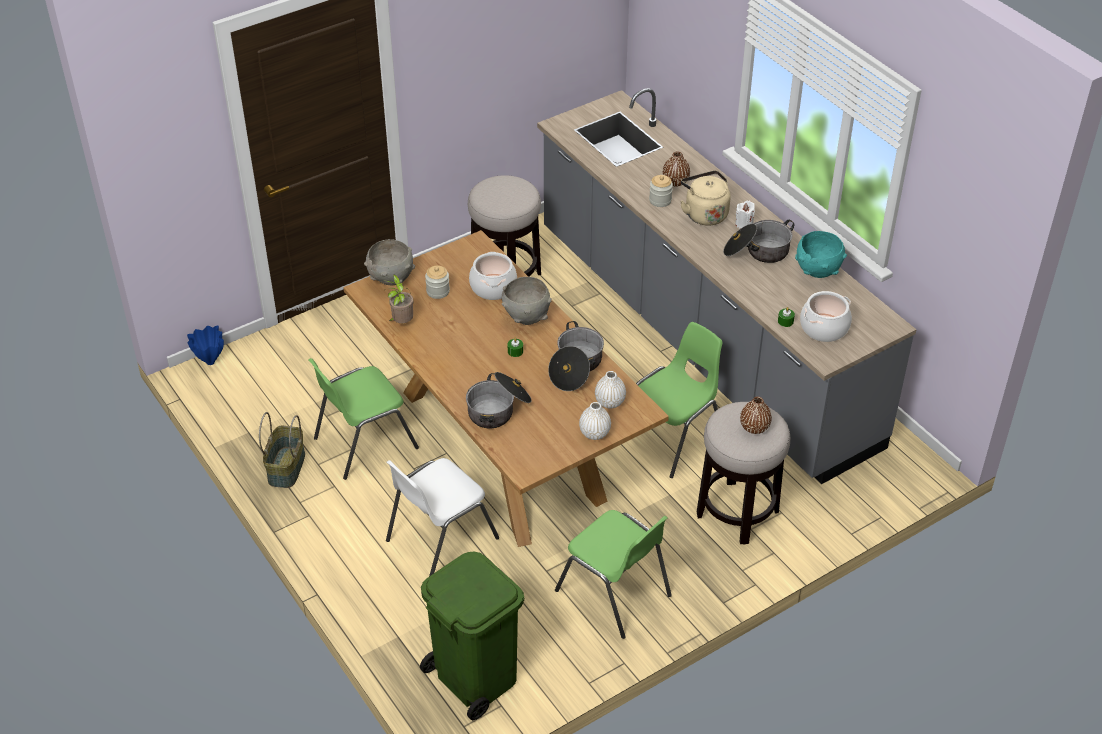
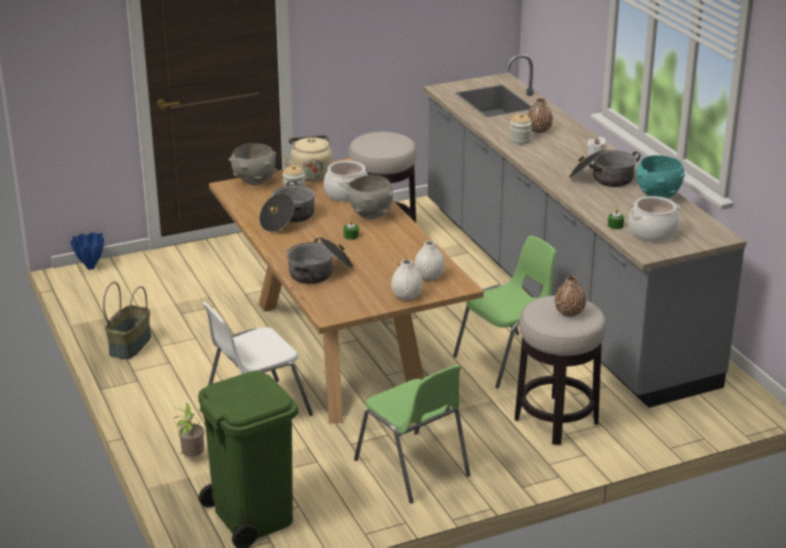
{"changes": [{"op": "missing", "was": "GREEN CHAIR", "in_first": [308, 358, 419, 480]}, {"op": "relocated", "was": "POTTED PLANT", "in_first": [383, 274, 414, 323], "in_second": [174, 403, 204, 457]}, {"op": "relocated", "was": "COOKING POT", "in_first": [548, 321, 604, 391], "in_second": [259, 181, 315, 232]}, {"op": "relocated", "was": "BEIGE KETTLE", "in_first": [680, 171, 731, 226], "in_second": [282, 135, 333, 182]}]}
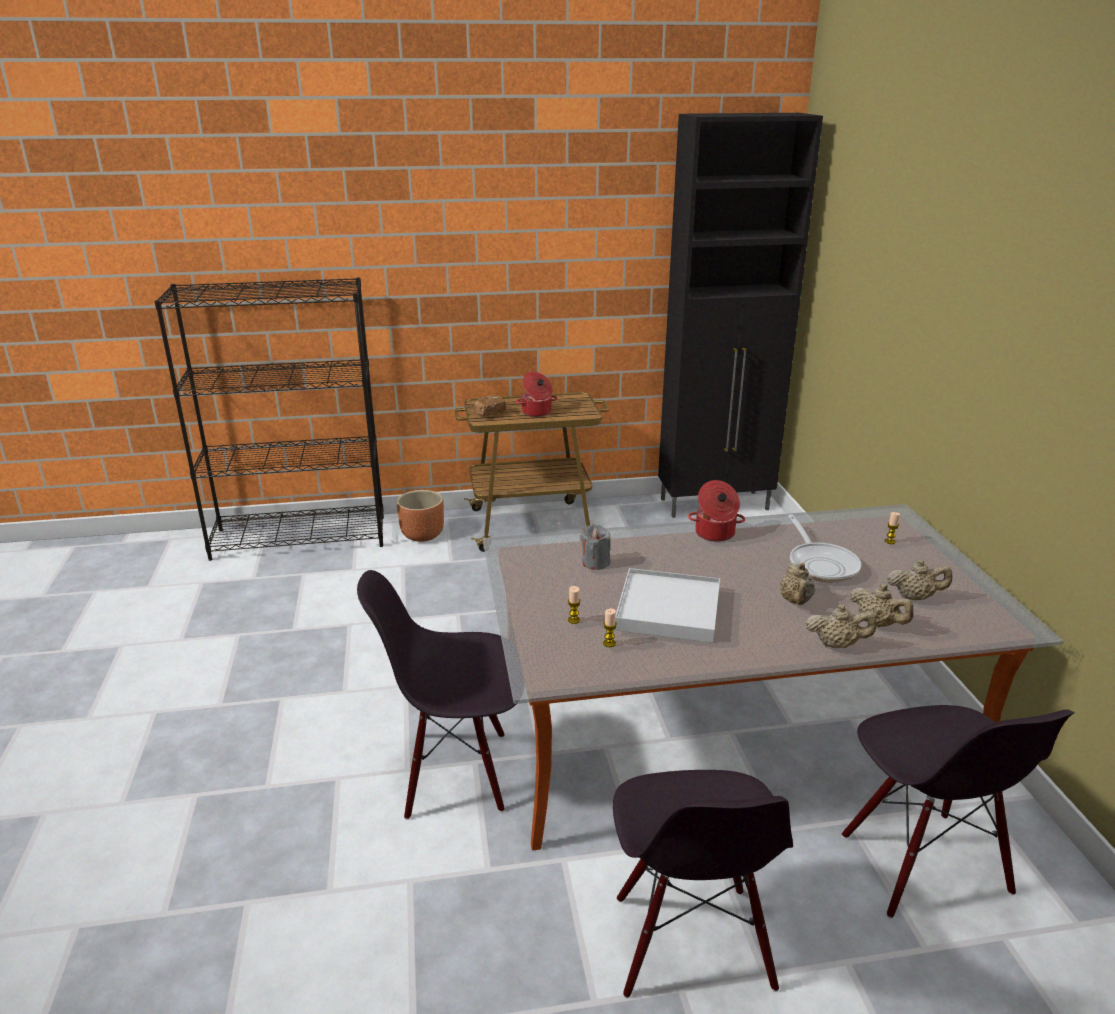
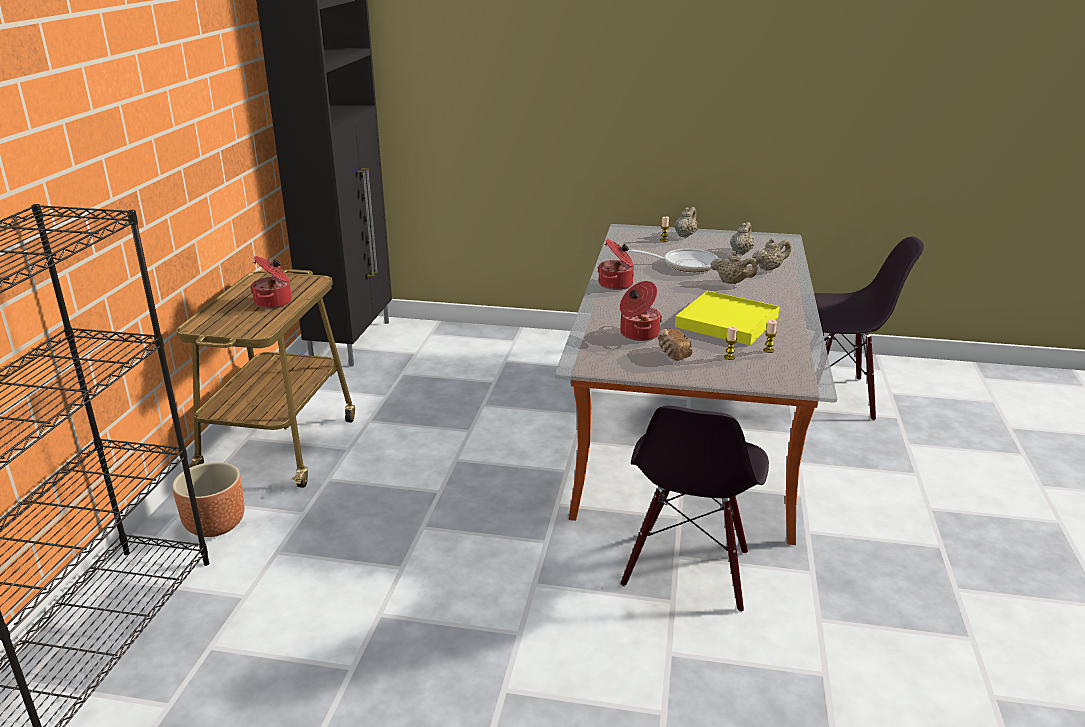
{"changes": [{"op": "missing", "was": "BLACK CHAIR", "in_first": [613, 770, 793, 998]}, {"op": "relocated", "was": "BREAD", "in_first": [474, 396, 506, 416], "in_second": [658, 329, 693, 361]}, {"op": "relocated", "was": "BEIGE TEAPOT", "in_first": [806, 604, 877, 648], "in_second": [675, 207, 698, 238]}, {"op": "exchanged", "was": "GREY CANDLE", "now": "COOKING POT", "in_first": [581, 524, 611, 570], "in_second": [620, 281, 662, 341]}, {"op": "colour", "was": "WHITE TRAY", "now": "YELLOW TRAY", "in_first": [614, 568, 720, 643], "in_second": [675, 290, 780, 345]}]}
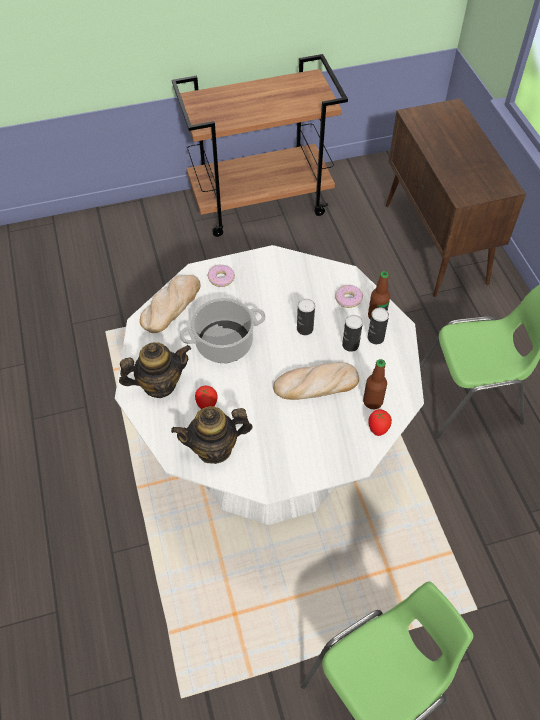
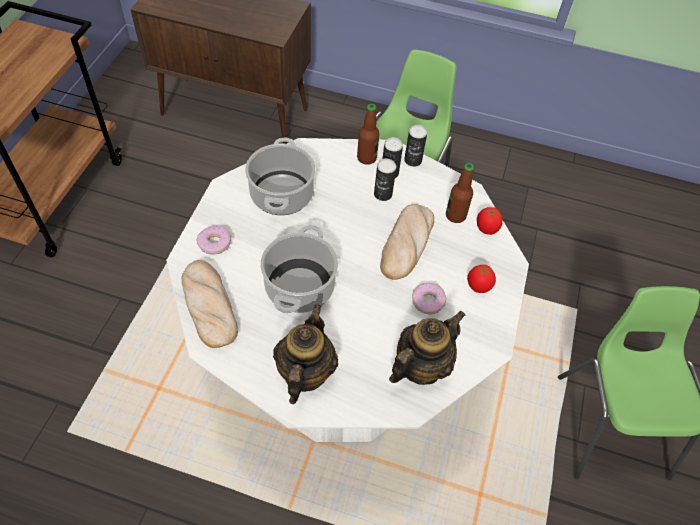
{"changes": [{"op": "appeared", "now": "COOKING POT", "in_second": [245, 138, 315, 215]}, {"op": "relocated", "was": "TOMATO", "in_first": [195, 386, 218, 409], "in_second": [467, 265, 496, 293]}, {"op": "relocated", "was": "CAN", "in_first": [297, 299, 315, 335], "in_second": [404, 125, 427, 167]}, {"op": "relocated", "was": "DONUT", "in_first": [335, 285, 363, 308], "in_second": [412, 283, 446, 314]}, {"op": "spun", "was": "TEAPOT", "in_first": [171, 406, 253, 464], "in_second": [389, 311, 465, 385], "clockwise": -150}]}
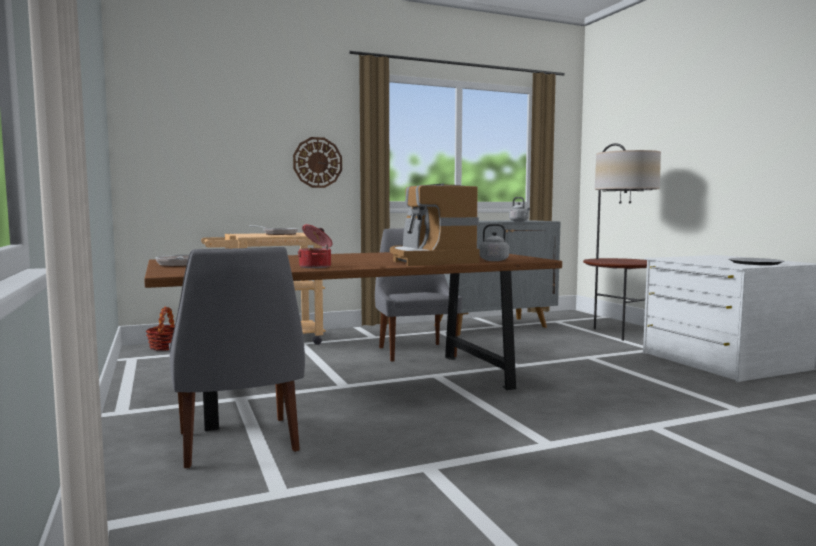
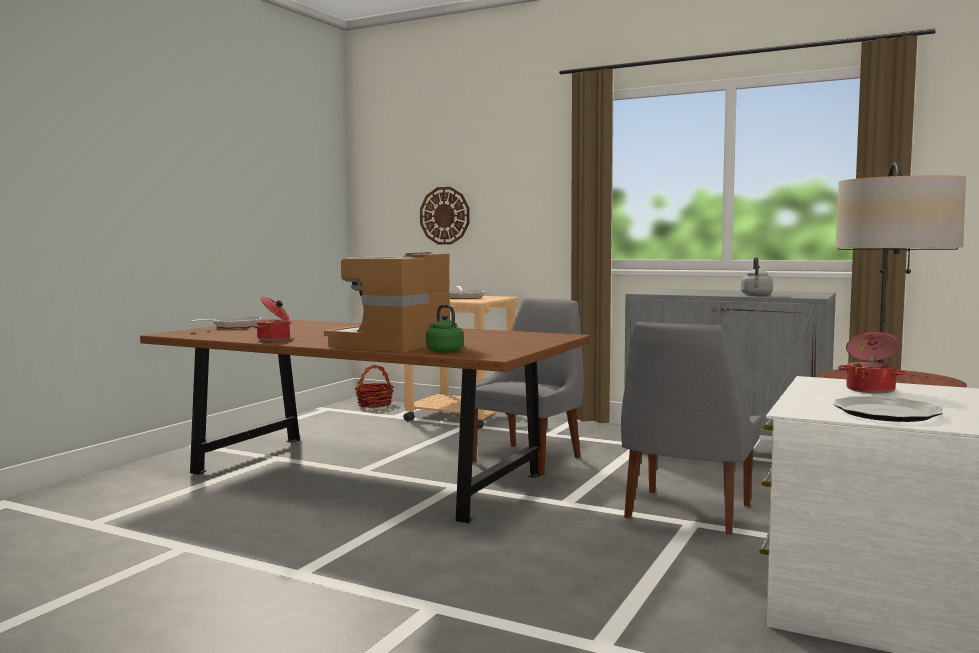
{"changes": [{"op": "appeared", "now": "COOKING POT", "in_second": [838, 332, 907, 394]}, {"op": "relocated", "was": "GREY CHAIR", "in_first": [169, 247, 305, 469], "in_second": [621, 322, 762, 535]}, {"op": "relocated", "was": "WALL CLOCK", "in_first": [293, 137, 342, 188], "in_second": [420, 187, 470, 245]}, {"op": "colour", "was": "GREY KETTLE", "now": "GREEN KETTLE", "in_first": [477, 224, 509, 261], "in_second": [426, 305, 464, 353]}]}
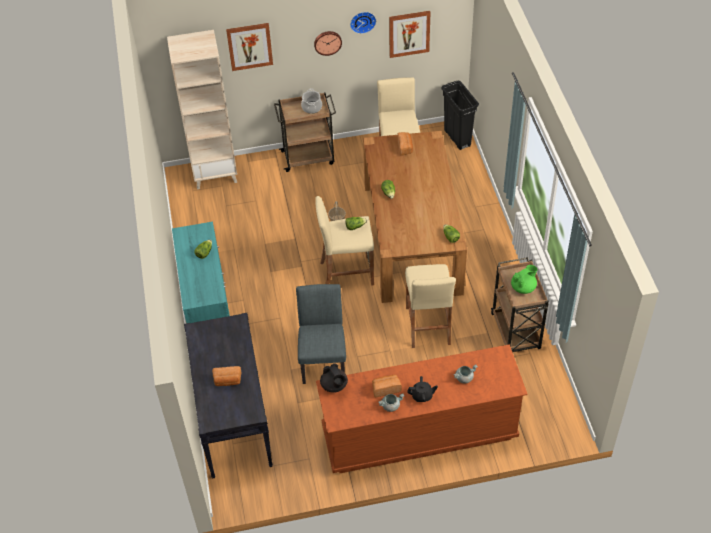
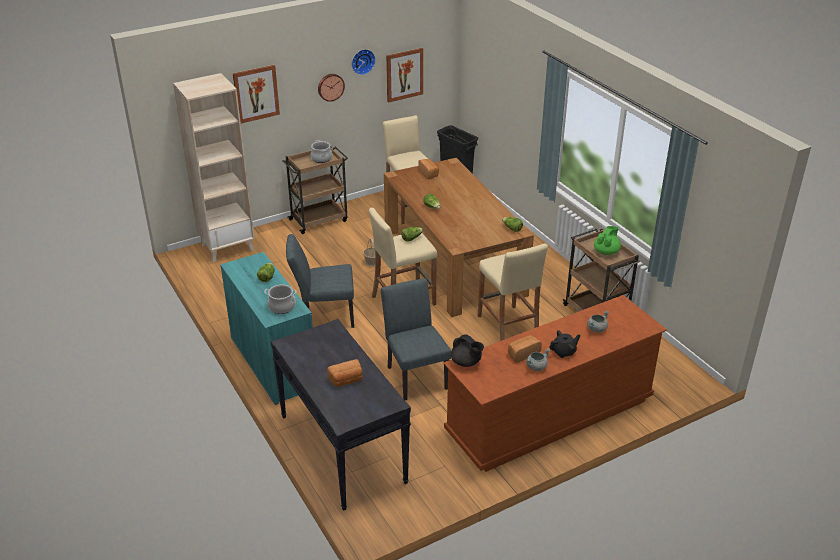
{"changes": [{"op": "appeared", "now": "COOKING POT", "in_second": [264, 285, 297, 314]}, {"op": "appeared", "now": "GREY CHAIR", "in_second": [286, 234, 354, 328]}]}
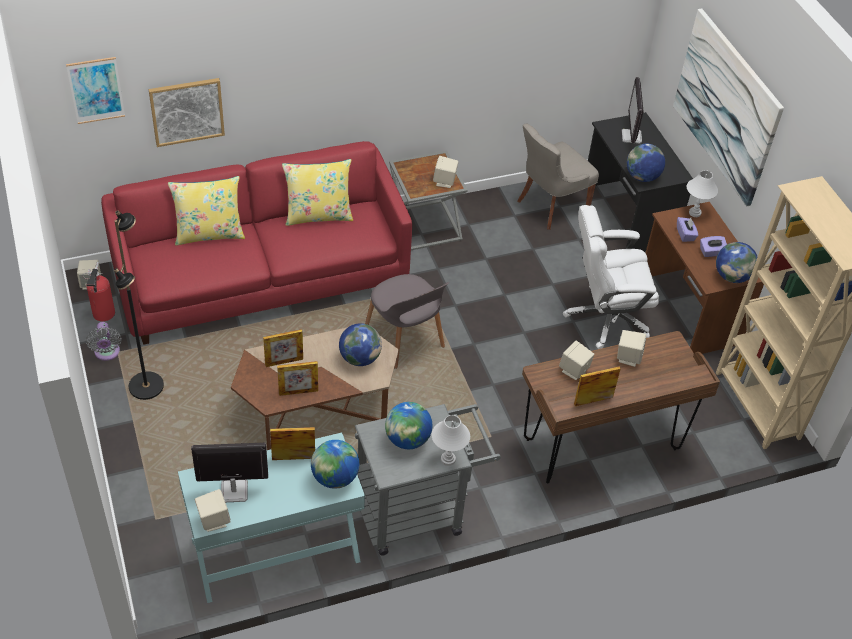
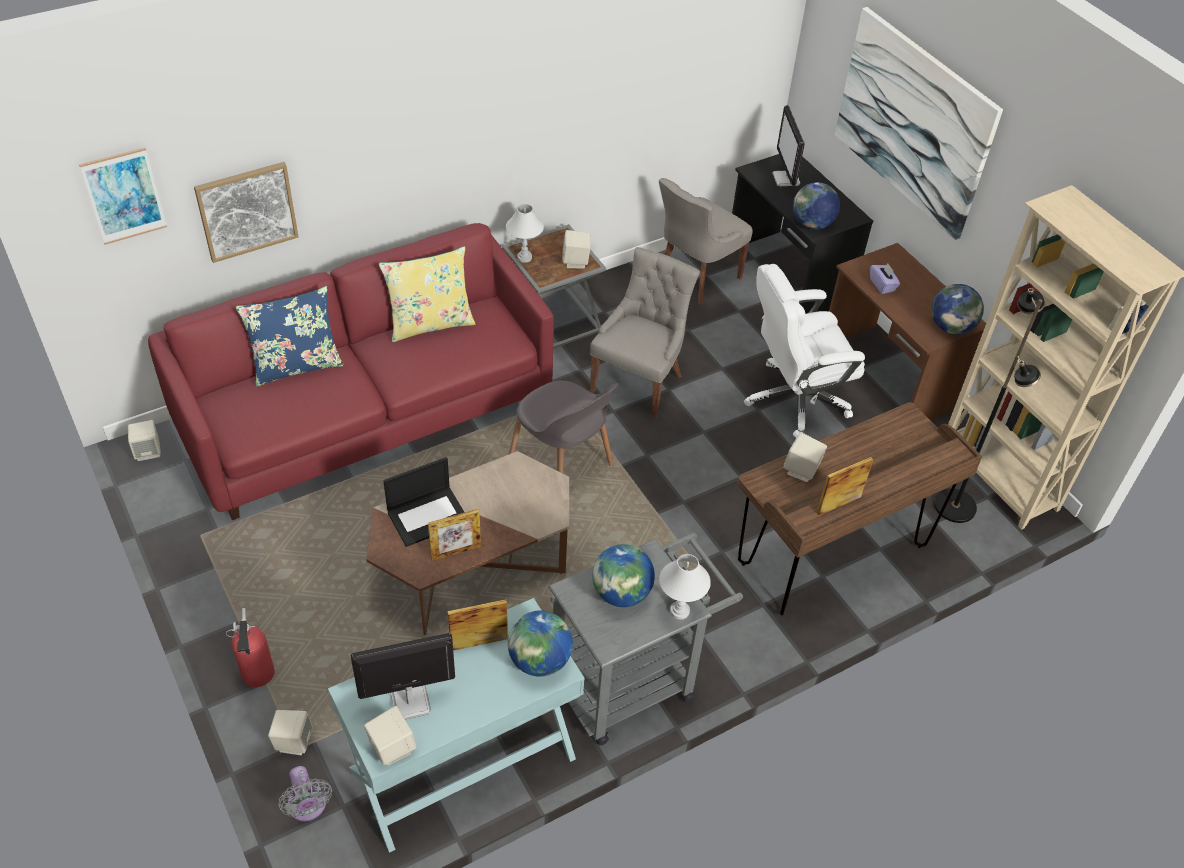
{"changes": [{"op": "missing", "was": "GLOBE", "in_first": [339, 323, 382, 366]}, {"op": "missing", "was": "PURPLE TISSUE BOX", "in_first": [700, 236, 727, 257]}, {"op": "appeared", "now": "GREY CHAIR", "in_second": [590, 247, 700, 419]}, {"op": "relocated", "was": "FIRE EXTINGUISHER", "in_first": [83, 262, 115, 321], "in_second": [226, 608, 275, 687]}, {"op": "relocated", "was": "GREY FAN", "in_first": [86, 322, 122, 361], "in_second": [278, 766, 332, 821]}, {"op": "relocated", "was": "BLACK FLOOR LAMP", "in_first": [114, 210, 164, 400], "in_second": [934, 288, 1045, 523]}, {"op": "relocated", "was": "BEIGE SPEAKER", "in_first": [617, 330, 646, 367], "in_second": [268, 710, 313, 755]}, {"op": "relocated", "was": "WHITE TABLE LAMP", "in_first": [687, 170, 718, 217], "in_second": [506, 204, 544, 263]}, {"op": "exchanged", "was": "PICTURE FRAME", "now": "LAPTOP", "in_first": [263, 329, 303, 367], "in_second": [383, 457, 465, 547]}, {"op": "colour", "was": "YELLOW PILLOW", "now": "BLUE PILLOW", "in_first": [168, 176, 245, 246], "in_second": [236, 286, 344, 387]}]}
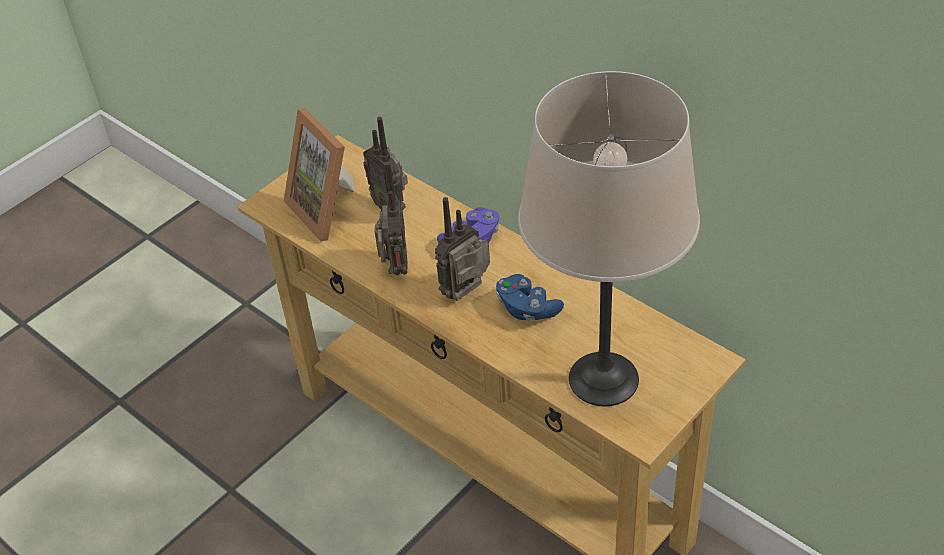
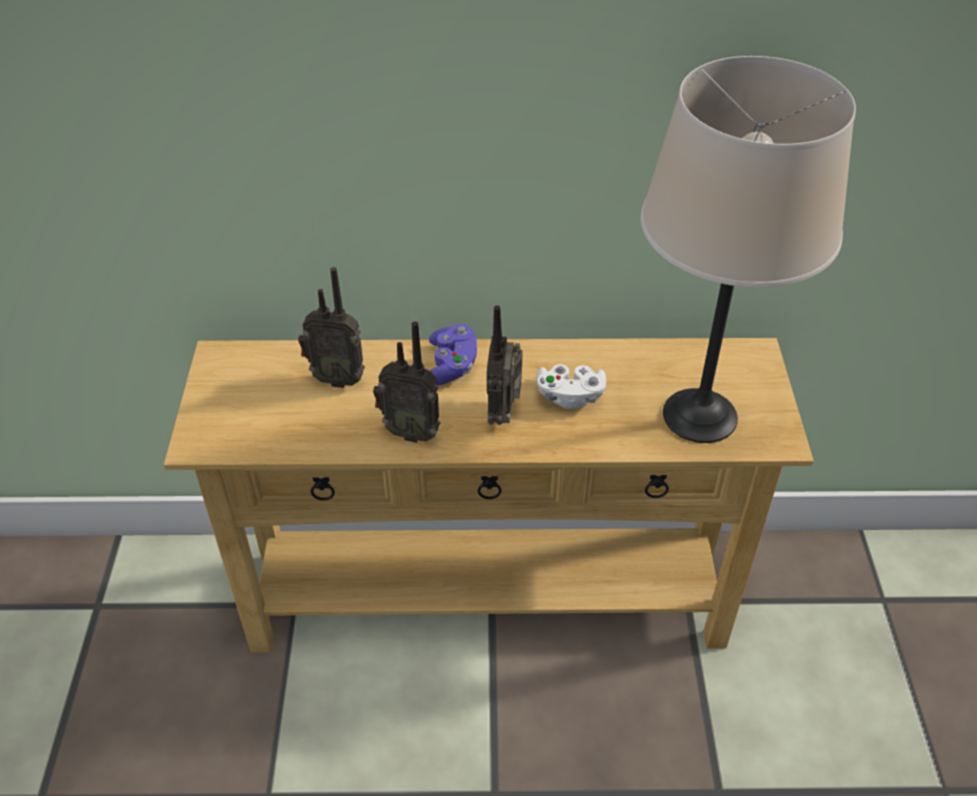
{"changes": [{"op": "missing", "was": "PICTURE FRAME", "in_first": [284, 108, 355, 242]}, {"op": "colour", "was": "BLUE GAME CONTROLLER", "now": "WHITE GAME CONTROLLER", "in_first": [496, 274, 564, 321], "in_second": [536, 364, 606, 409]}, {"op": "spun", "was": "RADIO", "in_first": [375, 162, 408, 275], "in_second": [373, 321, 440, 443], "clockwise": 150}]}
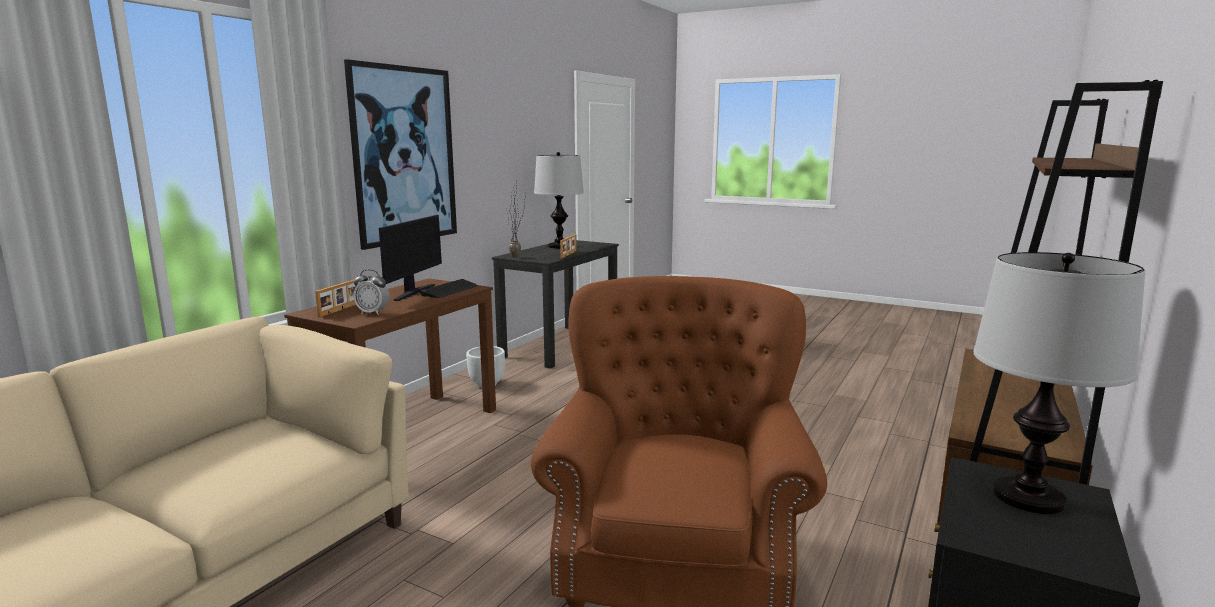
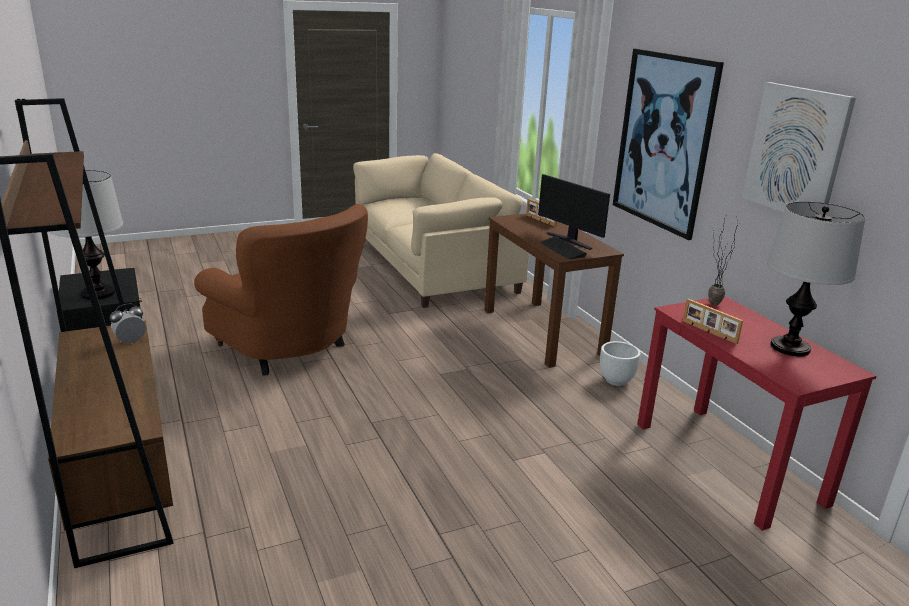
{"changes": [{"op": "appeared", "now": "PICTURE", "in_second": [742, 82, 856, 213]}, {"op": "relocated", "was": "ALARM CLOCK", "in_first": [353, 269, 389, 315], "in_second": [110, 304, 146, 344]}, {"op": "colour", "was": "BLACK DESK", "now": "RED DESK", "in_first": [492, 240, 619, 369], "in_second": [637, 296, 877, 531]}]}
